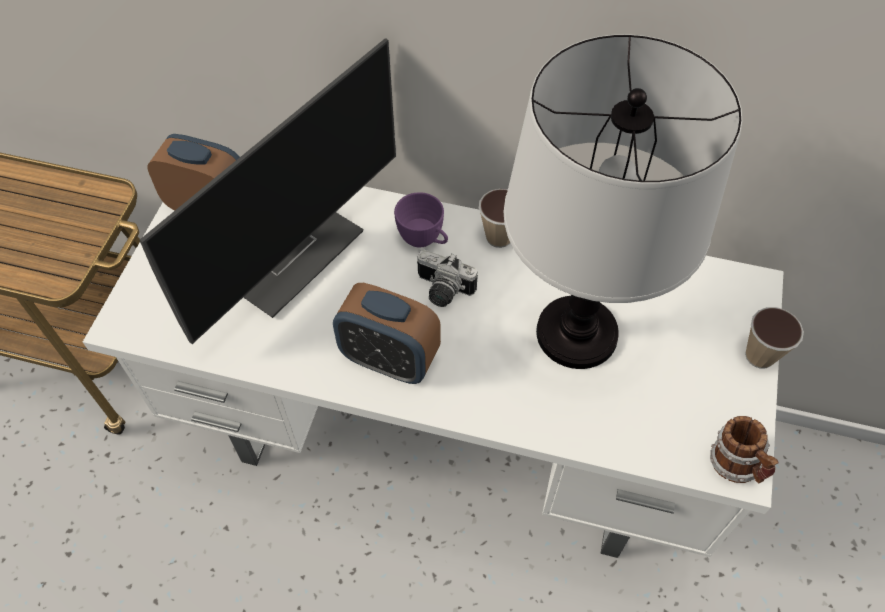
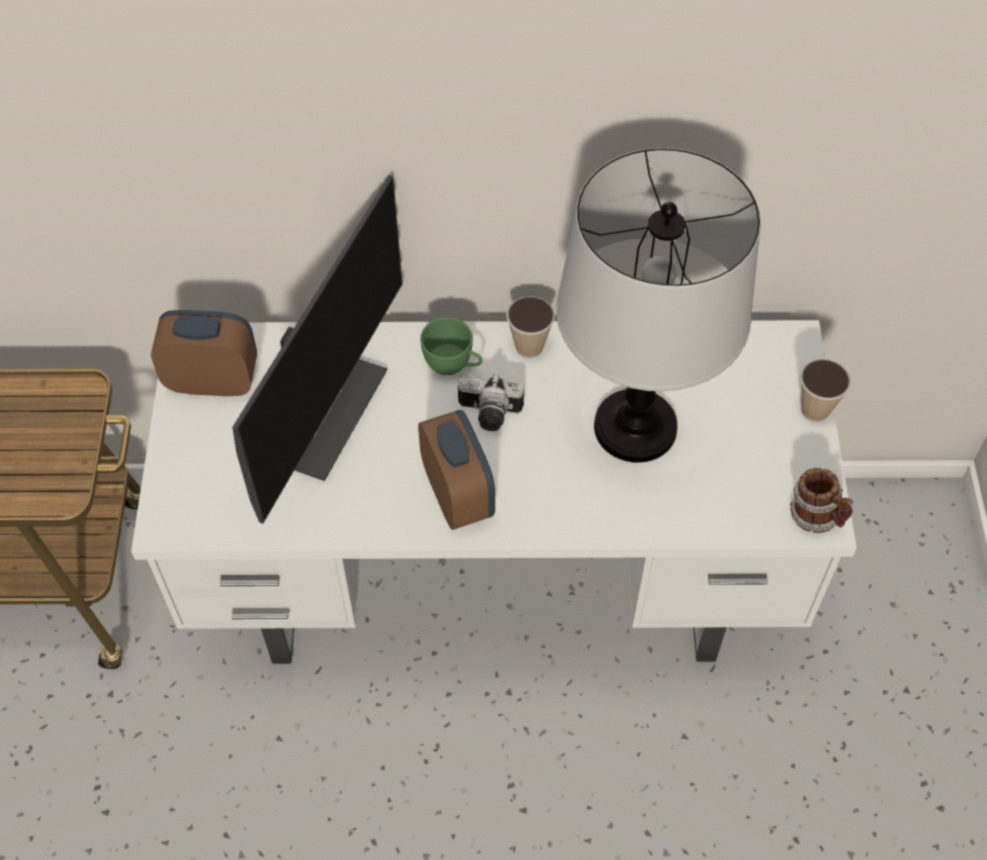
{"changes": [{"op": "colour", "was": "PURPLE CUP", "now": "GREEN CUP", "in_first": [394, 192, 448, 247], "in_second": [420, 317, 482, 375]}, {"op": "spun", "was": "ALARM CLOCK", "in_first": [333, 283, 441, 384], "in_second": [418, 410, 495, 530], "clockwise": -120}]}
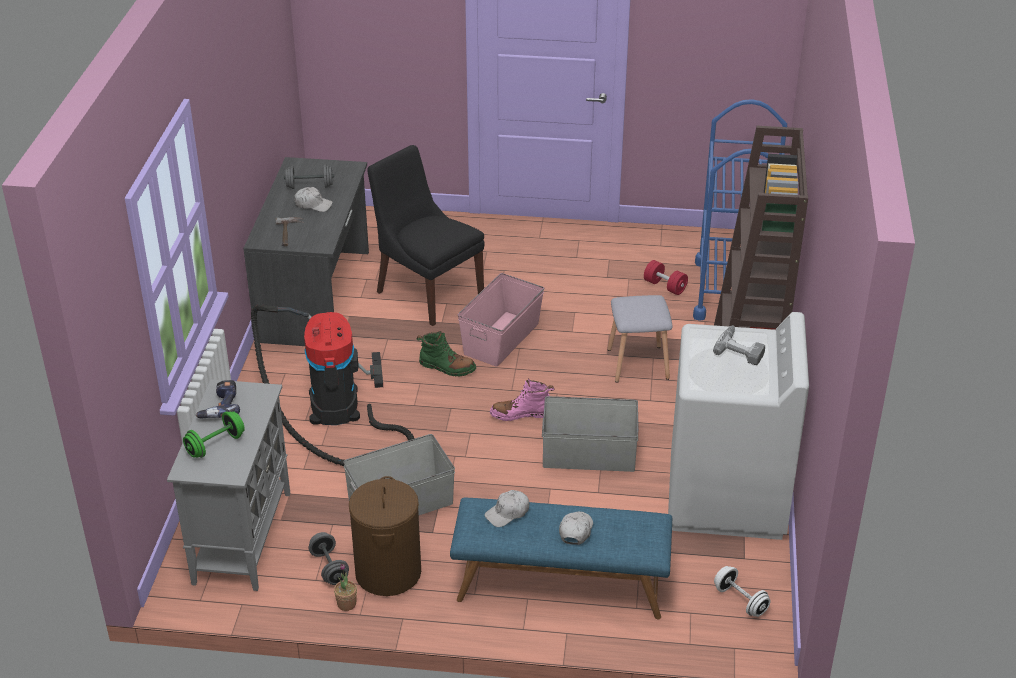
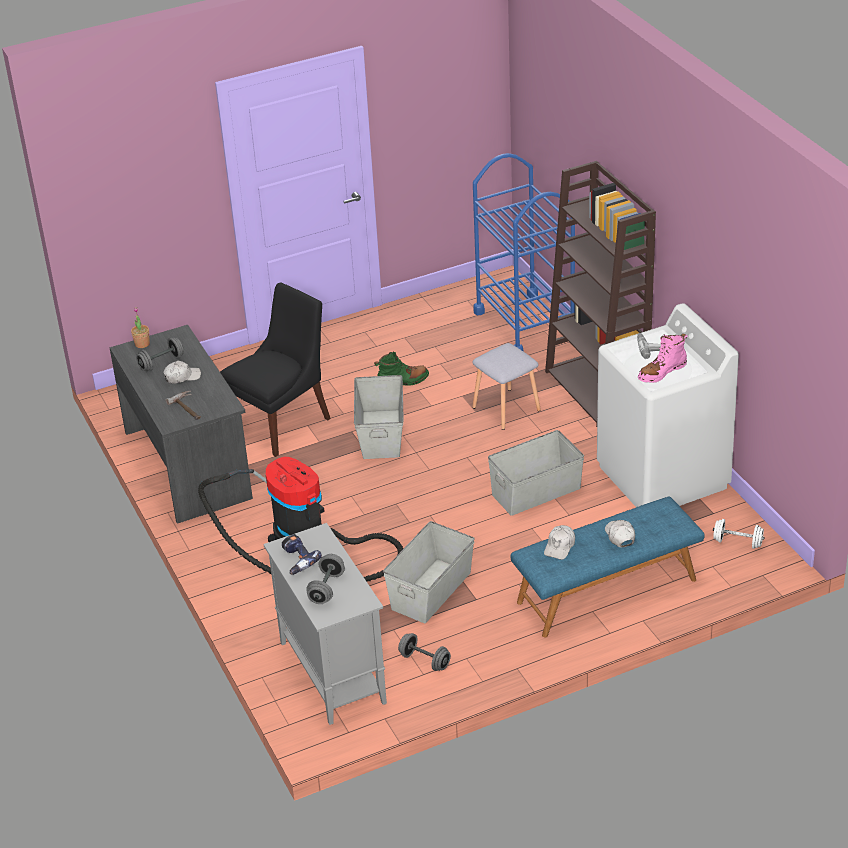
{"changes": [{"op": "missing", "was": "BROWN LAUNDRY BASKET", "in_first": [349, 476, 421, 596]}, {"op": "missing", "was": "RED DUMBBELL", "in_first": [644, 260, 688, 295]}, {"op": "relocated", "was": "POTTED PLANT", "in_first": [334, 563, 357, 611], "in_second": [131, 307, 150, 348]}, {"op": "relocated", "was": "GREEN BOOT", "in_first": [417, 331, 476, 376], "in_second": [374, 352, 429, 386]}, {"op": "relocated", "was": "PINK BOOT", "in_first": [490, 378, 554, 421], "in_second": [638, 334, 688, 383]}, {"op": "colour", "was": "GREEN DUMBBELL", "now": "GREY DUMBBELL", "in_first": [183, 411, 245, 458], "in_second": [306, 554, 345, 604]}, {"op": "colour", "was": "PINK STORAGE BOX", "now": "GREY STORAGE BOX", "in_first": [458, 273, 544, 367], "in_second": [354, 375, 404, 459]}, {"op": "spun", "was": "BLACK CHAIR", "in_first": [367, 145, 485, 326], "in_second": [220, 282, 331, 457], "clockwise": 120}]}
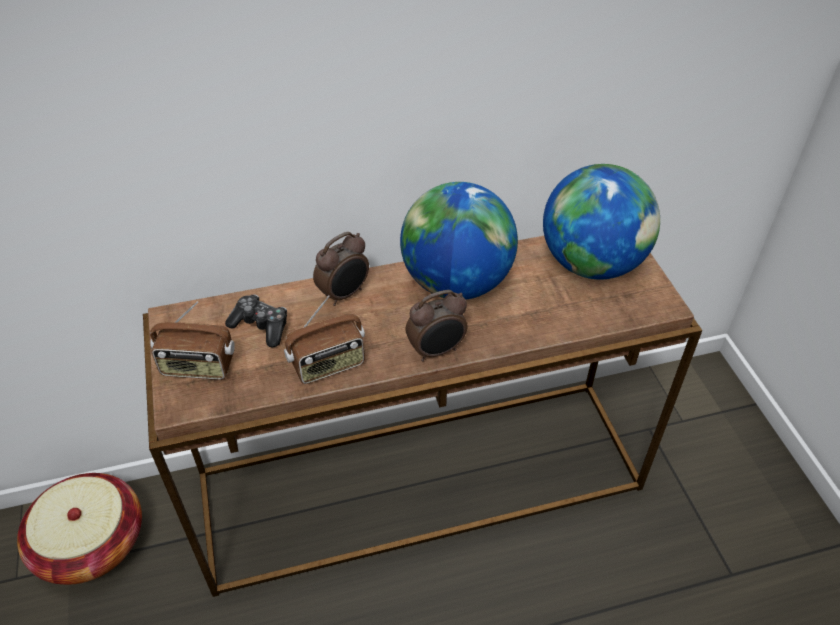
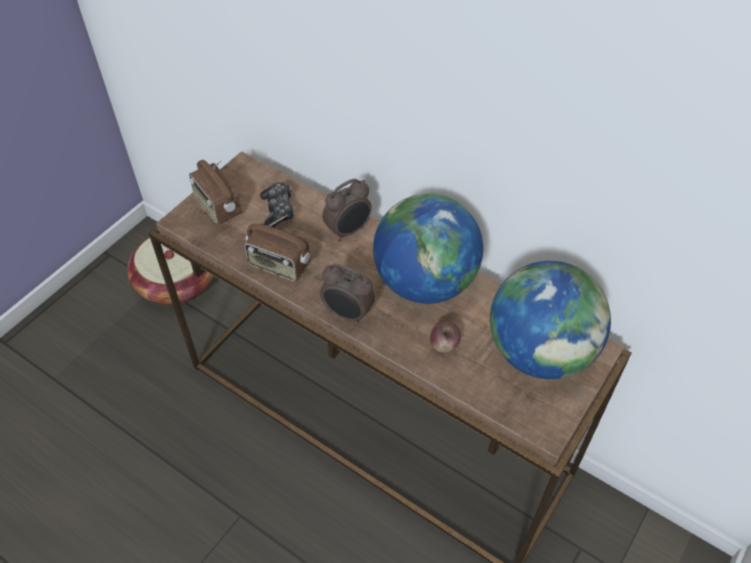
{"changes": [{"op": "appeared", "now": "APPLE", "in_second": [430, 321, 461, 353]}, {"op": "spun", "was": "ALARM CLOCK", "in_first": [313, 232, 369, 306], "in_second": [322, 178, 372, 241], "clockwise": -45}]}
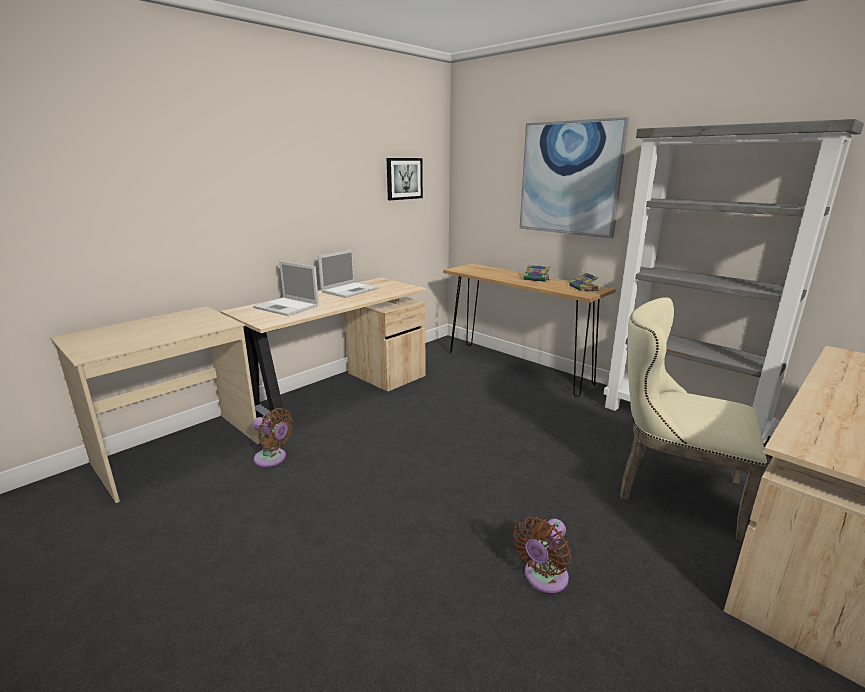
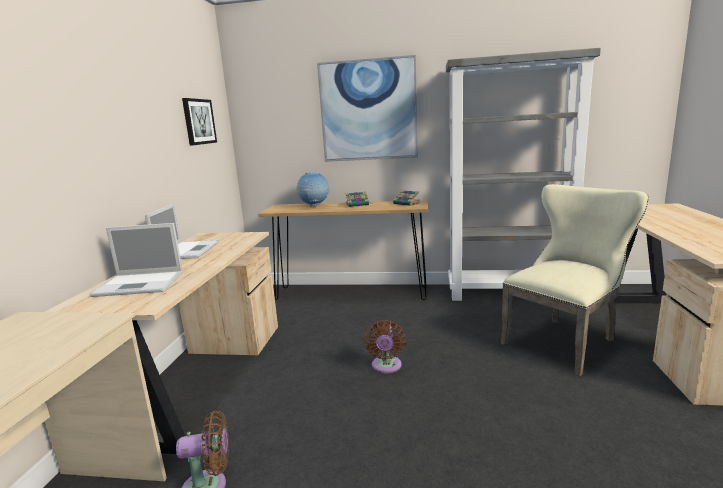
{"changes": [{"op": "appeared", "now": "GLOBE", "in_second": [296, 171, 329, 206]}, {"op": "relocated", "was": "BROWN FAN", "in_first": [513, 516, 571, 593], "in_second": [364, 320, 406, 373]}, {"op": "spun", "was": "BEIGE CHAIR", "in_first": [620, 297, 767, 541], "in_second": [501, 184, 649, 376], "clockwise": 150}]}
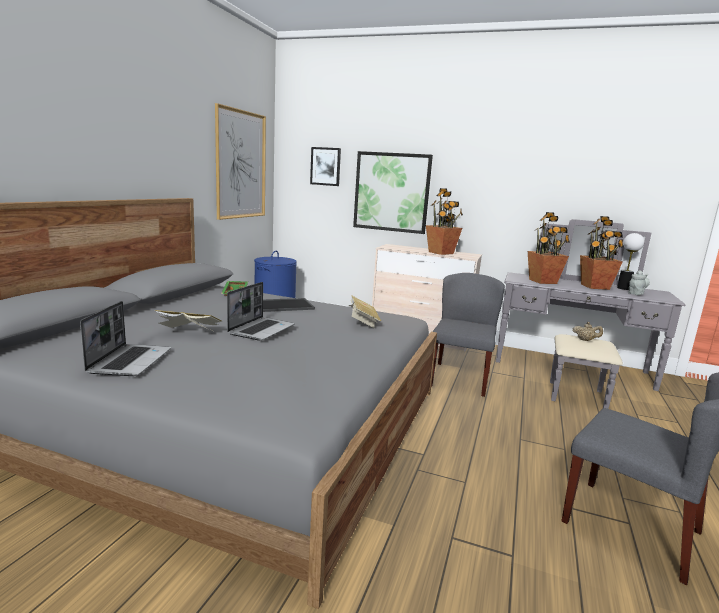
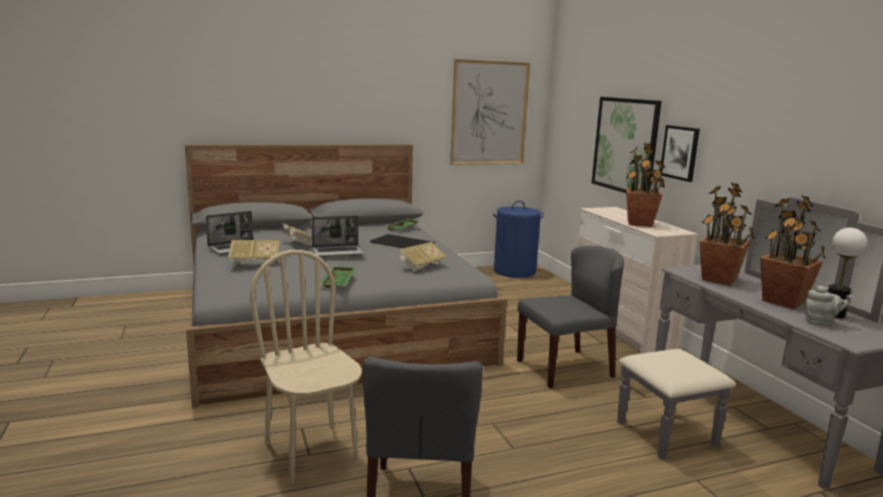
{"changes": [{"op": "missing", "was": "BEIGE TEAPOT", "in_first": [573, 322, 603, 341]}, {"op": "appeared", "now": "BOOK", "in_second": [228, 240, 280, 265]}, {"op": "appeared", "now": "BEIGE CHAIR", "in_second": [250, 250, 362, 483]}, {"op": "appeared", "now": "GREEN TRAY", "in_second": [320, 266, 356, 288]}, {"op": "relocated", "was": "PICTURE", "in_first": [310, 147, 341, 186], "in_second": [660, 125, 700, 182]}]}
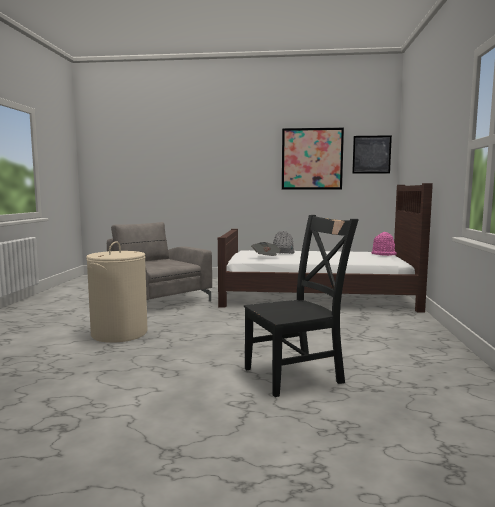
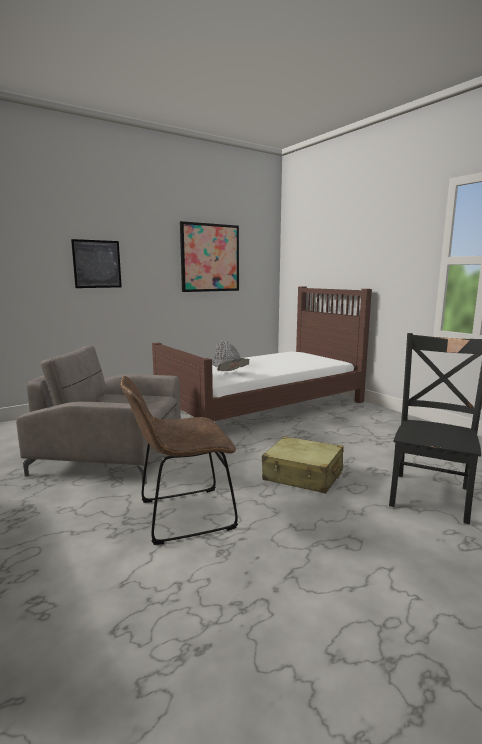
{"changes": [{"op": "missing", "was": "PINK HAT", "in_first": [371, 232, 397, 256]}, {"op": "appeared", "now": "BEIGE SUITCASE", "in_second": [262, 436, 344, 494]}, {"op": "relocated", "was": "PICTURE", "in_first": [352, 135, 392, 174], "in_second": [71, 239, 122, 288]}, {"op": "exchanged", "was": "BEIGE LAUNDRY BASKET", "now": "BROWN CHAIR", "in_first": [86, 241, 148, 343], "in_second": [121, 376, 238, 545]}]}
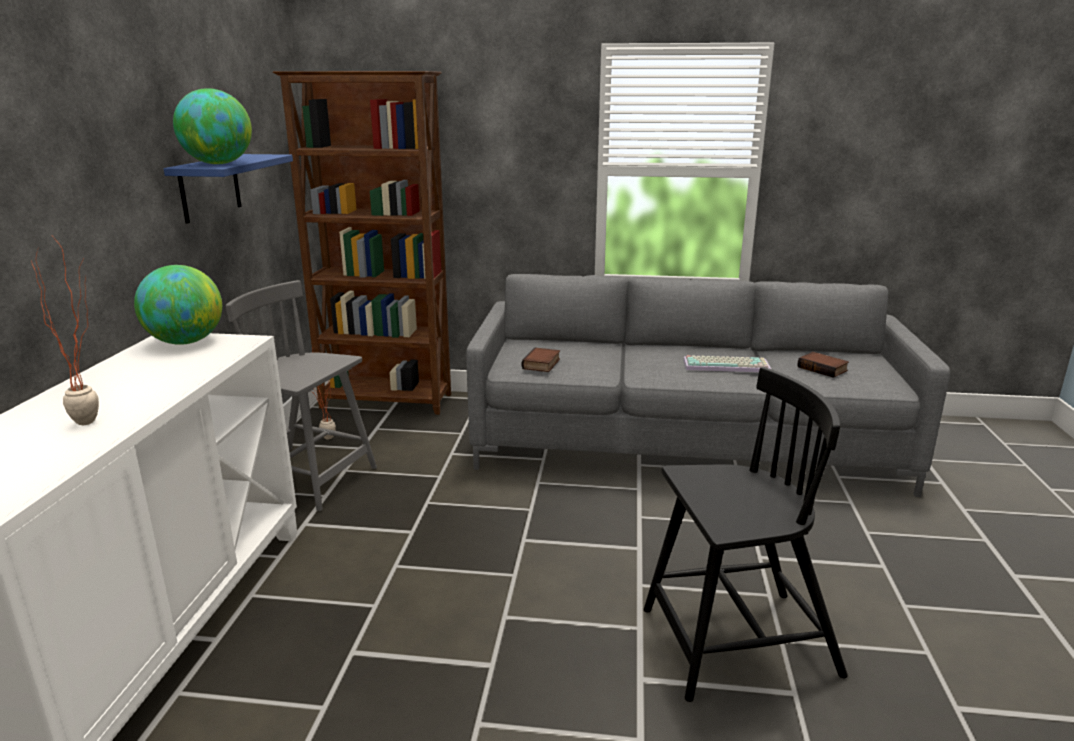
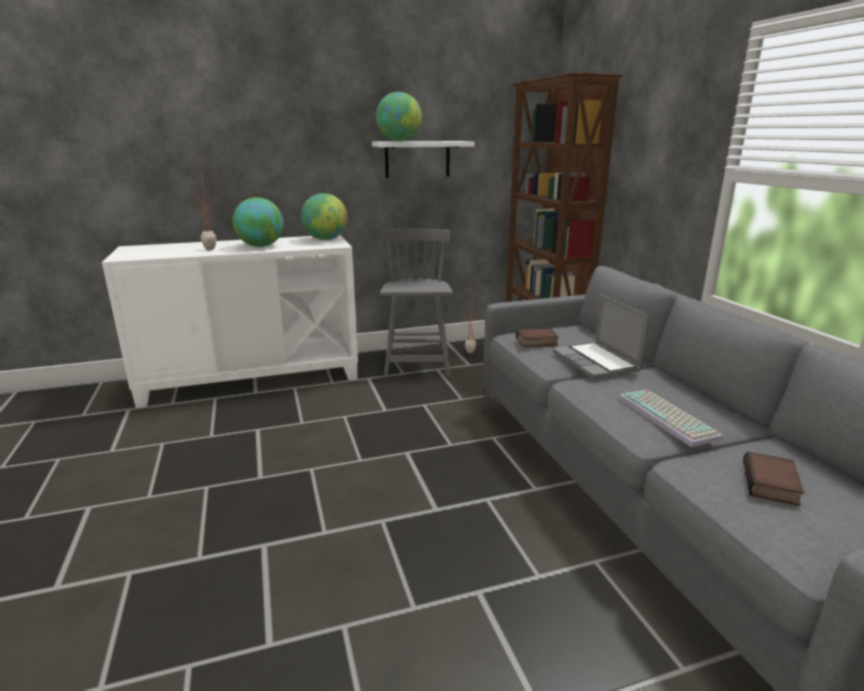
{"changes": [{"op": "missing", "was": "BLACK CHAIR", "in_first": [644, 367, 848, 702]}, {"op": "appeared", "now": "GLOBE", "in_second": [233, 197, 284, 247]}, {"op": "appeared", "now": "LAPTOP", "in_second": [553, 295, 649, 379]}, {"op": "colour", "was": "BLUE SHELF", "now": "WHITE SHELF", "in_first": [164, 154, 293, 223], "in_second": [372, 141, 474, 178]}]}
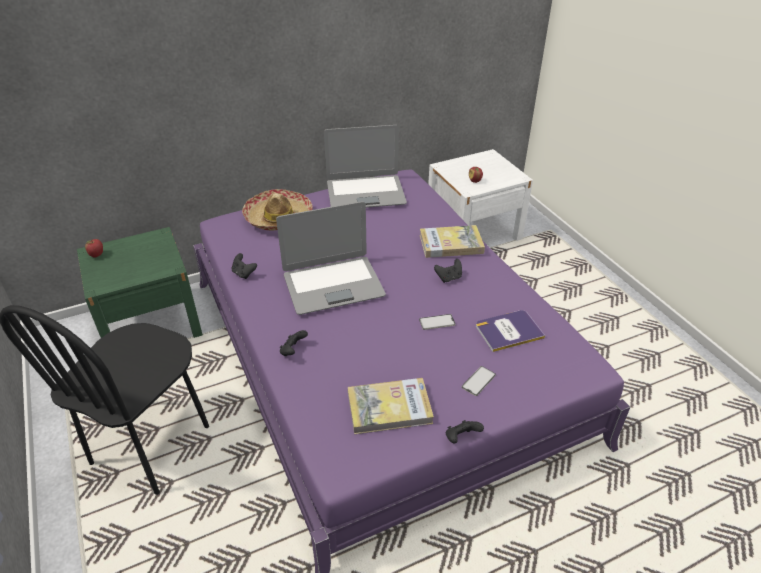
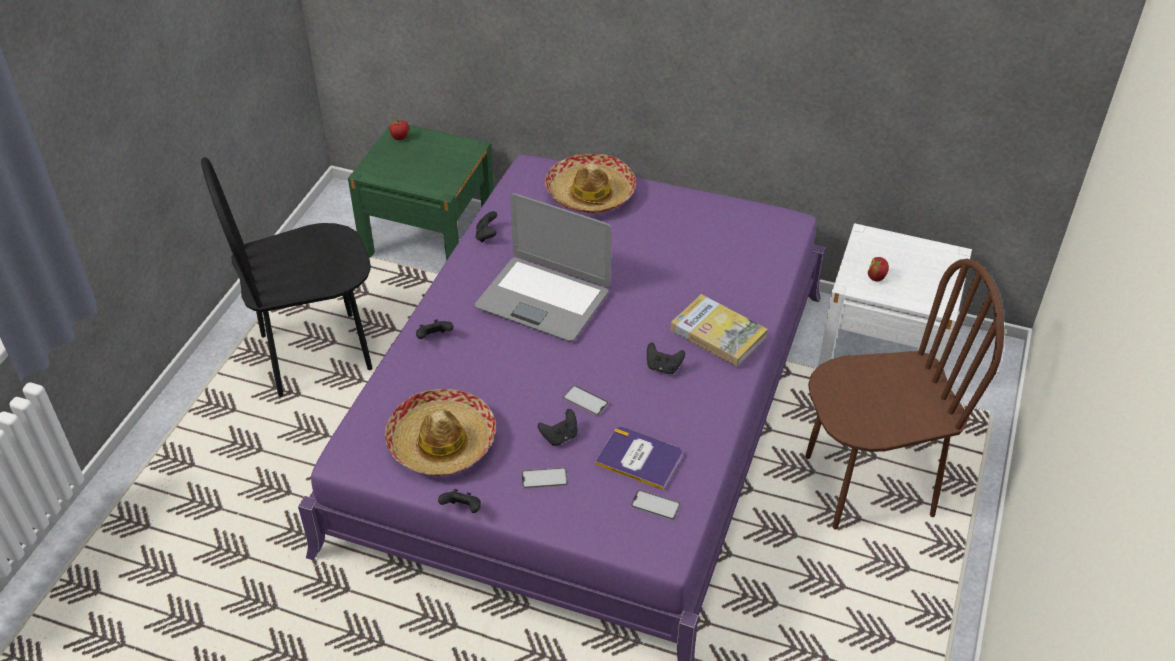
{"changes": [{"op": "missing", "was": "LAPTOP", "in_first": [324, 125, 407, 208]}, {"op": "appeared", "now": "BLACK GAME CONTROLLER", "in_second": [538, 409, 578, 446]}, {"op": "appeared", "now": "PHONE", "in_second": [631, 490, 680, 520]}, {"op": "appeared", "now": "BROWN CHAIR", "in_second": [805, 259, 1004, 529]}, {"op": "exchanged", "was": "BOOK", "now": "HAT", "in_first": [348, 378, 434, 434], "in_second": [385, 389, 496, 476]}]}
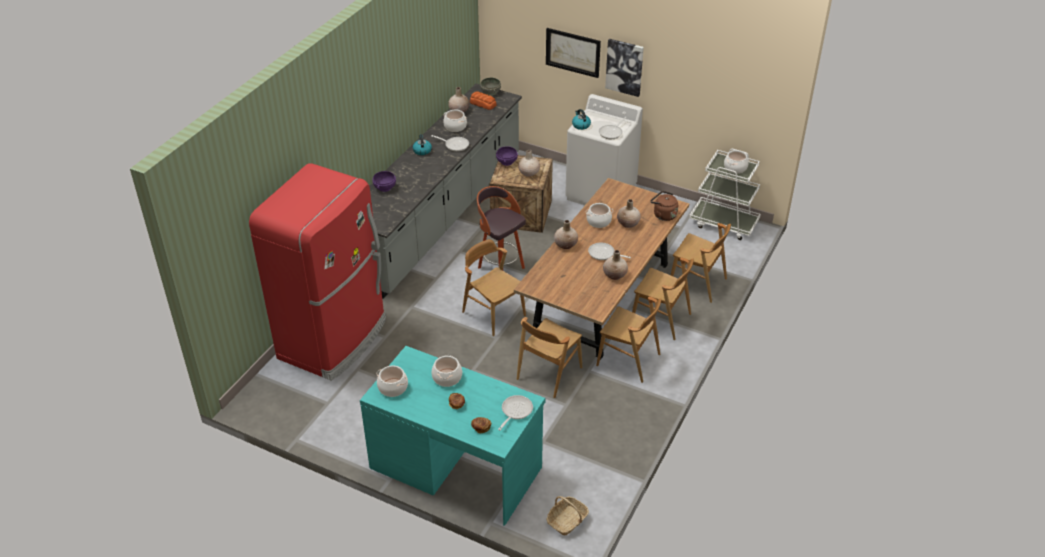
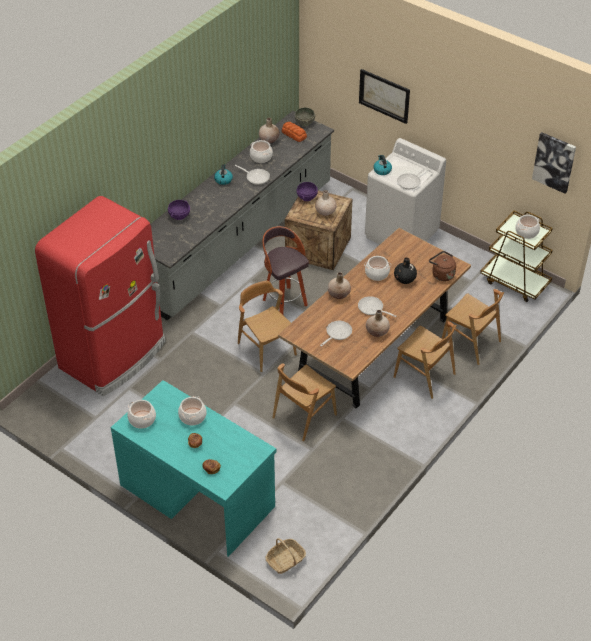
{"changes": [{"op": "missing", "was": "BROWN CHAIR", "in_first": [596, 297, 661, 383]}, {"op": "relocated", "was": "FRYING PAN", "in_first": [498, 395, 533, 430], "in_second": [320, 321, 352, 346]}, {"op": "relocated", "was": "PICTURE", "in_first": [605, 39, 644, 97], "in_second": [532, 132, 576, 194]}, {"op": "colour", "was": "BEIGE VASE", "now": "BLACK VASE", "in_first": [617, 199, 641, 228], "in_second": [394, 257, 417, 284]}, {"op": "colour", "was": "WHITE CART", "now": "BROWN CART", "in_first": [689, 149, 761, 240], "in_second": [480, 211, 553, 302]}]}
